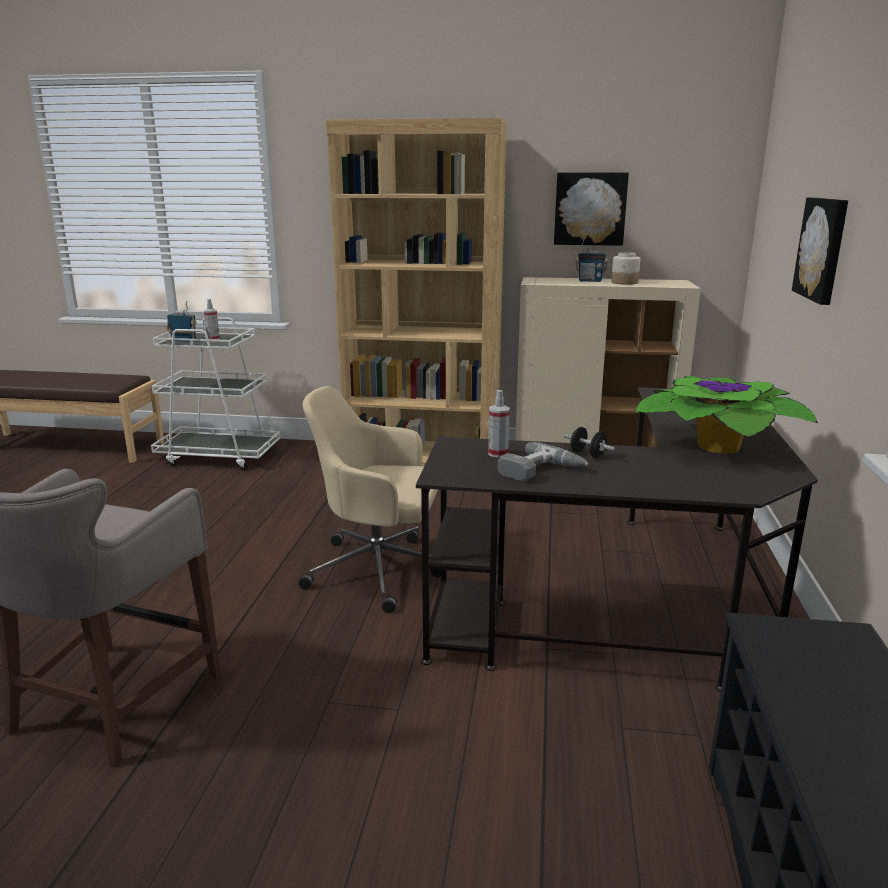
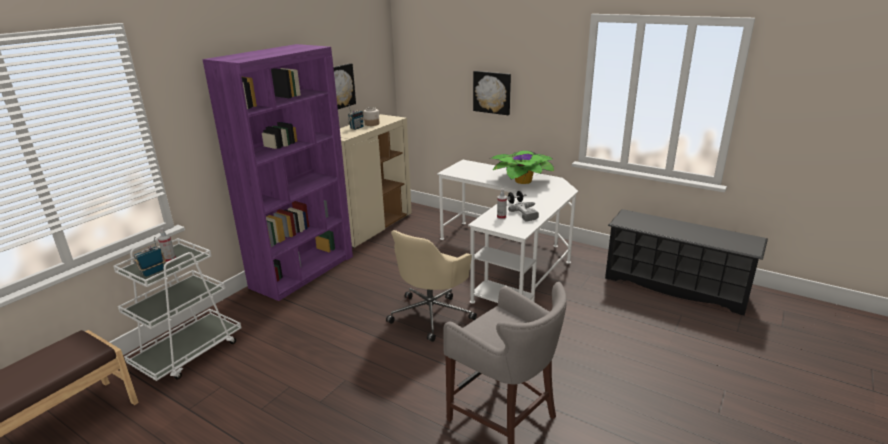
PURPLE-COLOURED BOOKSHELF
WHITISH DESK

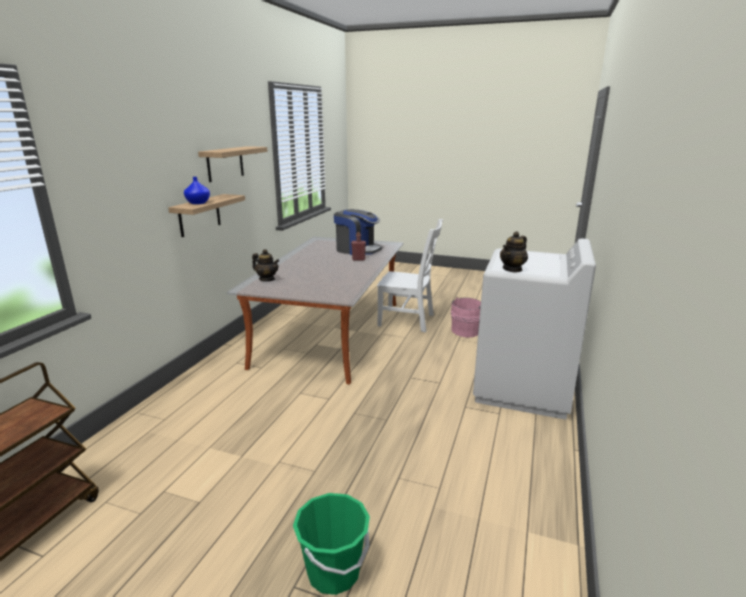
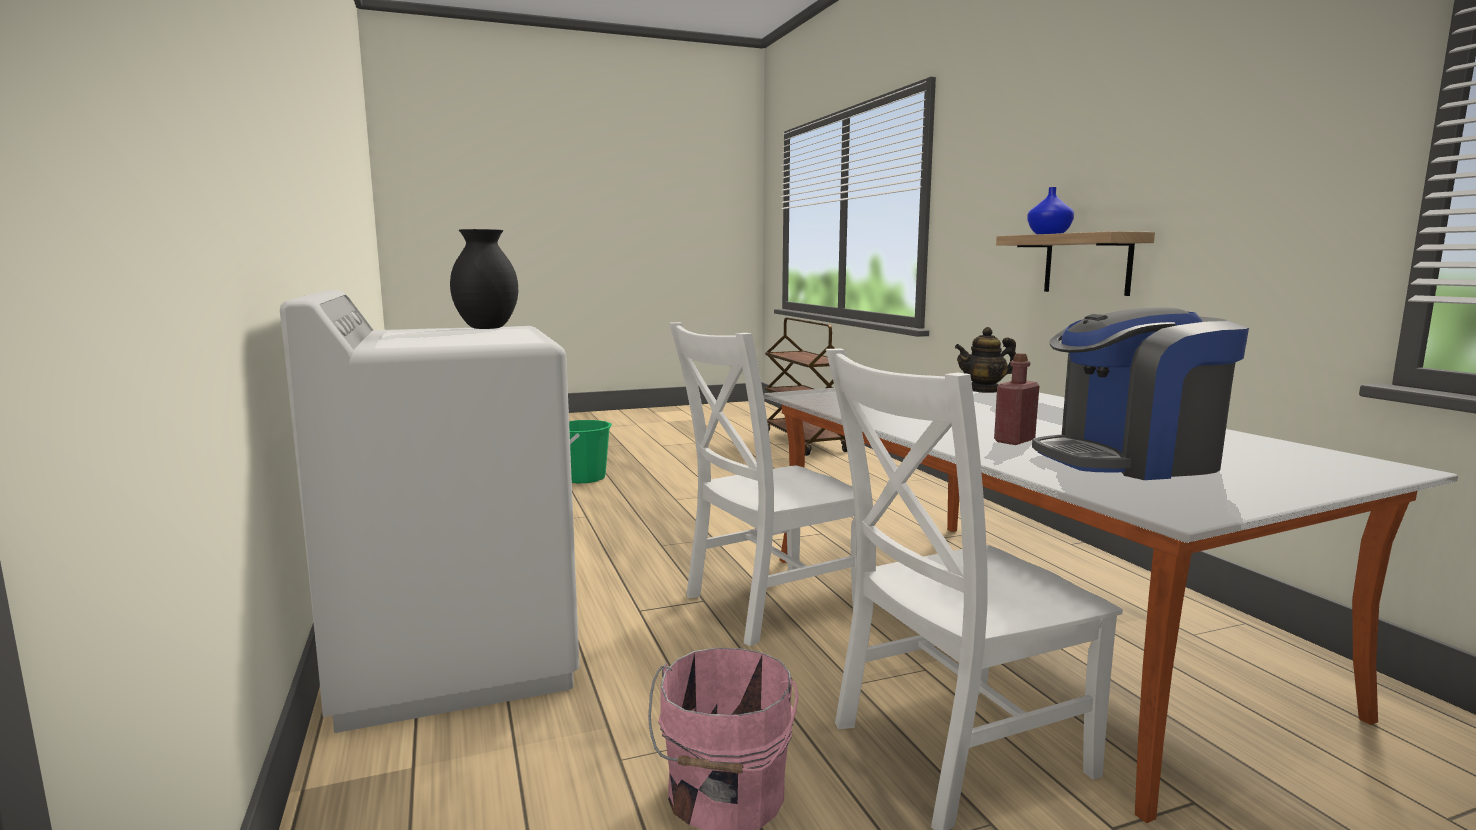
BRACKET SHELF (2nd from left in the first image)
BLACK-COLOURED VASE
WHITISH UPRIGHT CHAIR (1st from left)

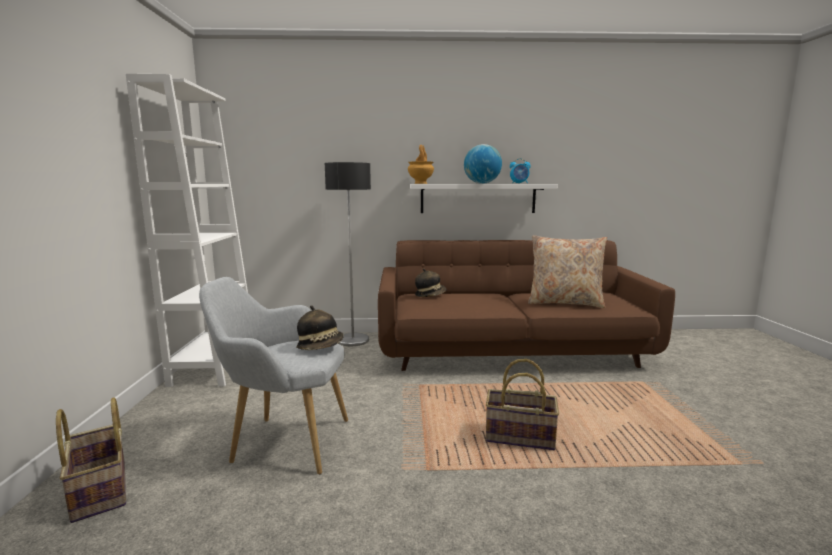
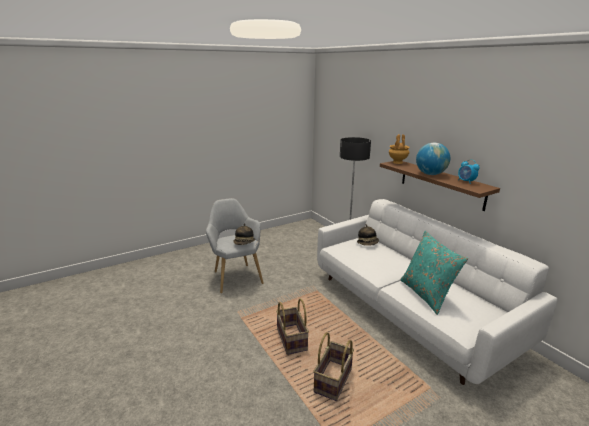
WHITISH BOOKSHELF
BROWN BRACKET SHELF
TURQUOISE-COLOURED THROW PILLOW
WHITISH SOFA
HOUSEHOLD BASKET (2nd from left)

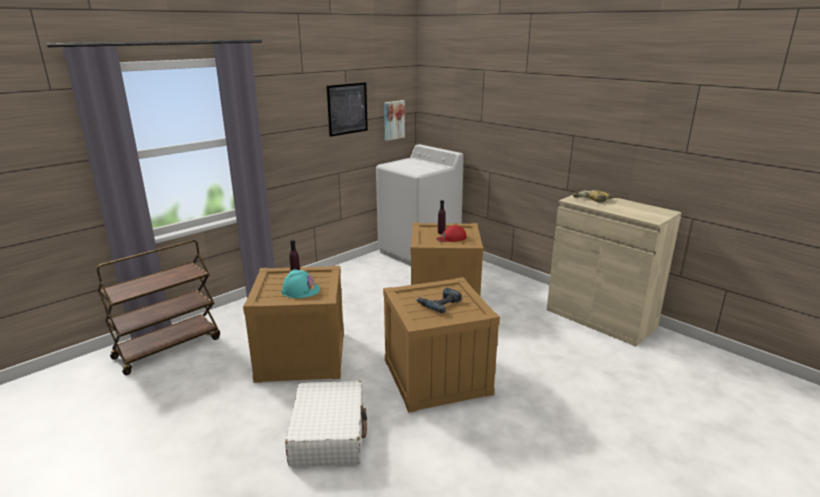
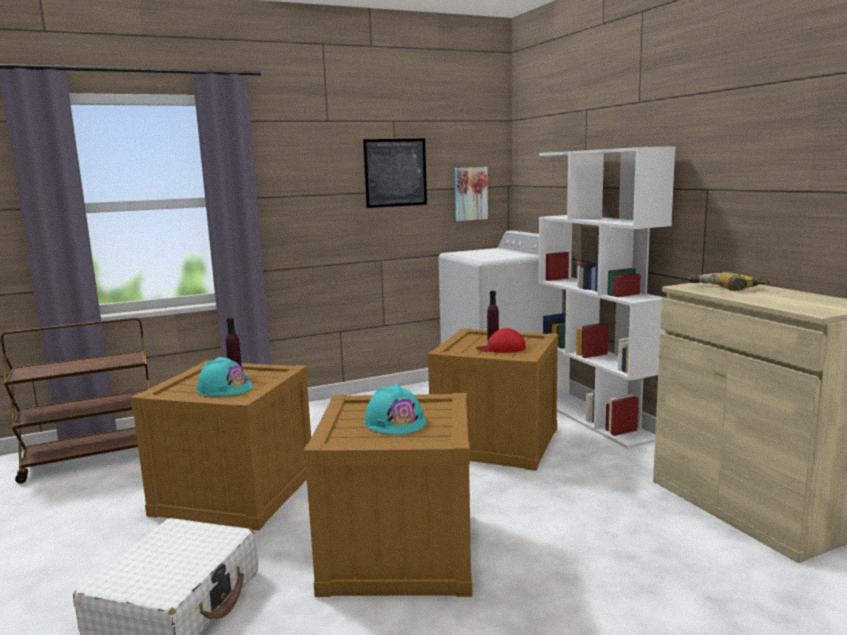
TURQUOISE-COLOURED SAFETY HELMET (2nd from left)
WHITISH BOOKSHELF

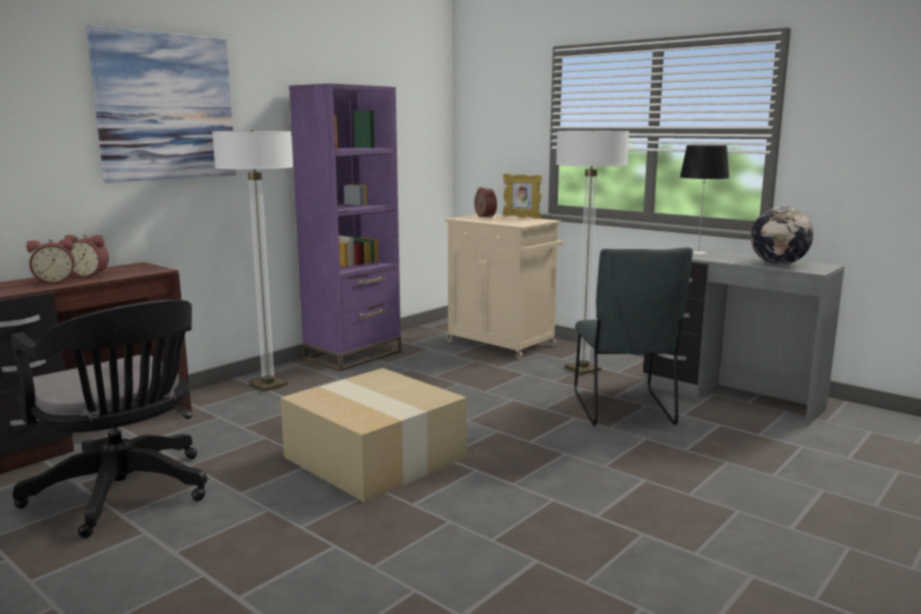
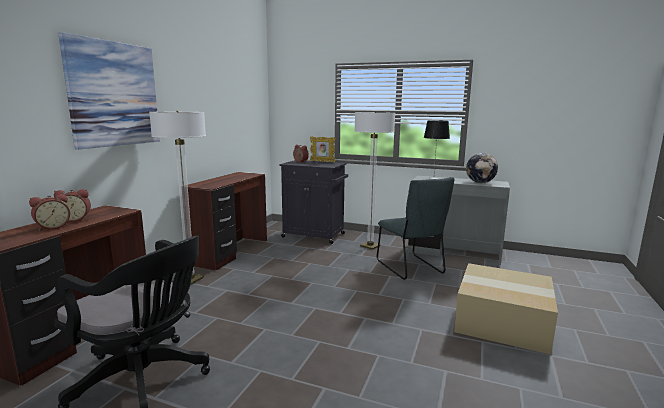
BROWN DESK (2nd from left)
BLACK-COLOURED CABINET
CARTON

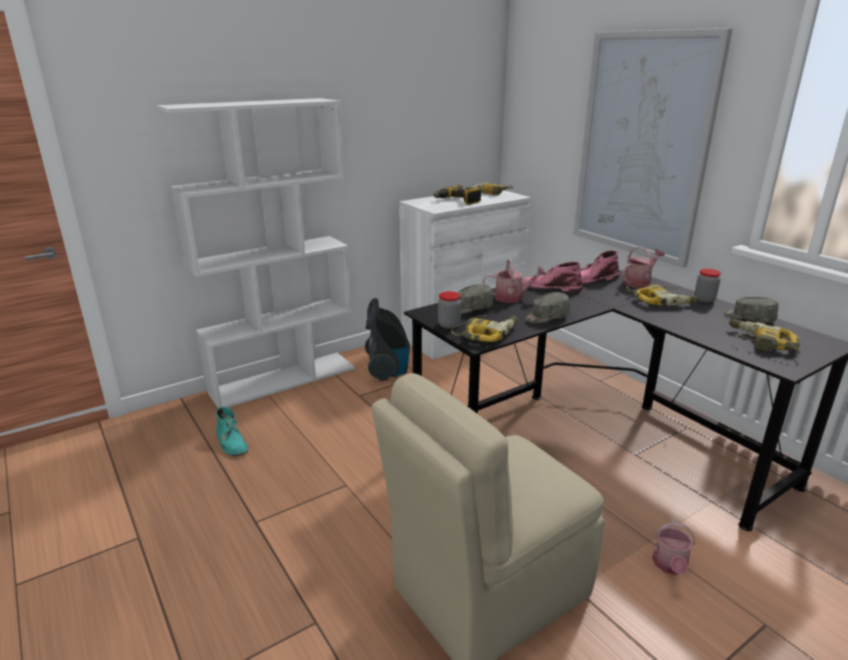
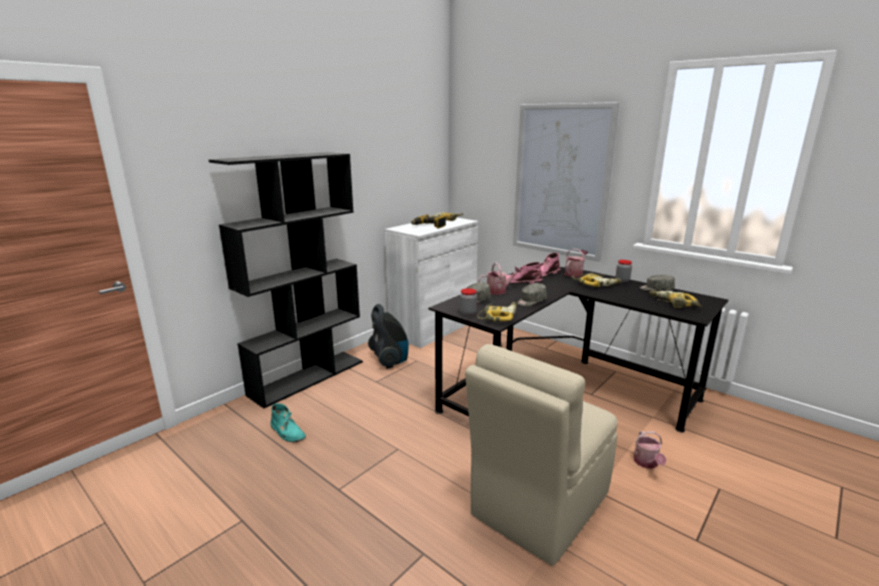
BLACK-COLOURED BOOKSHELF

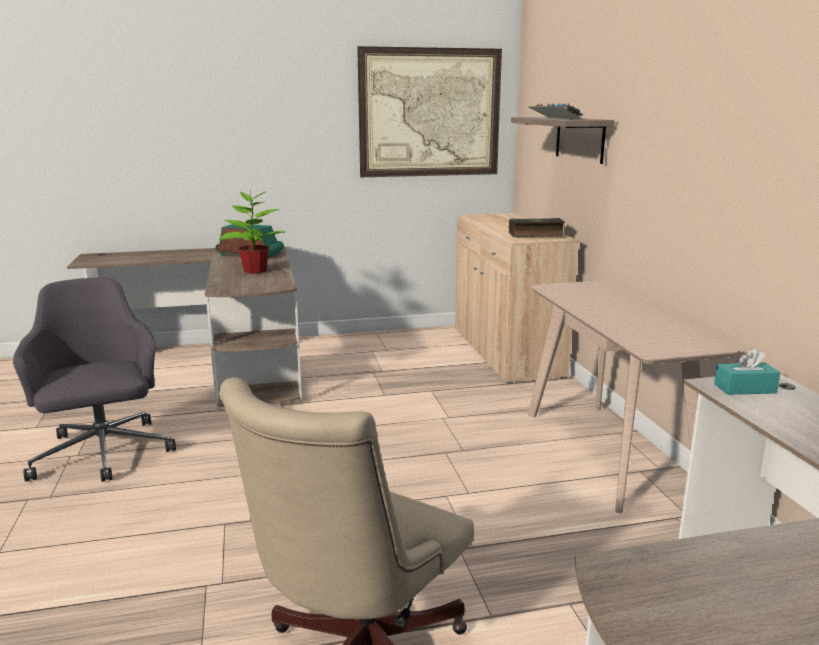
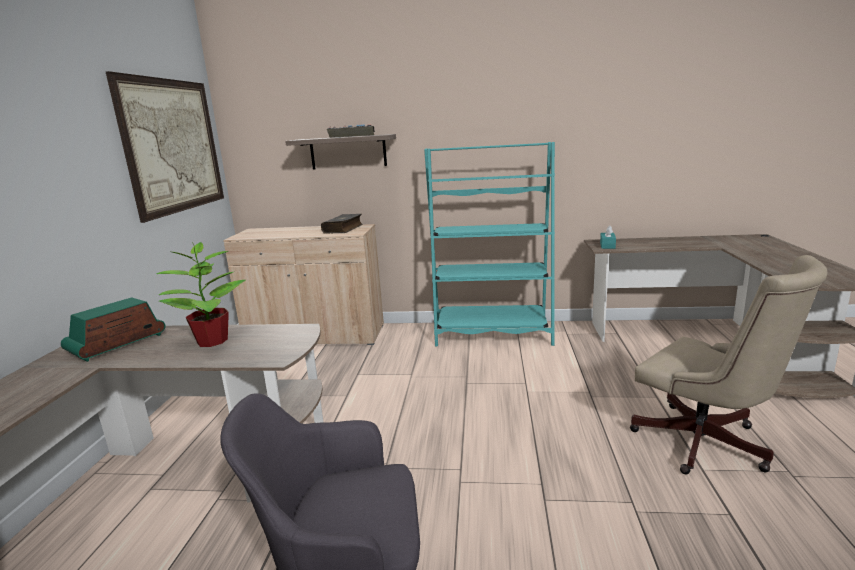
TURQUOISE-COLOURED BOOKSHELF

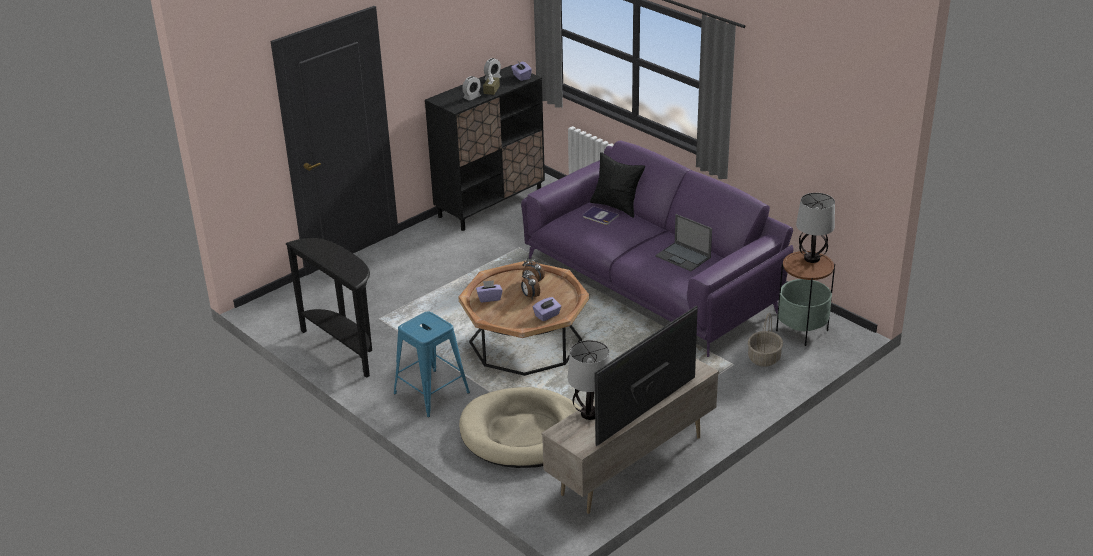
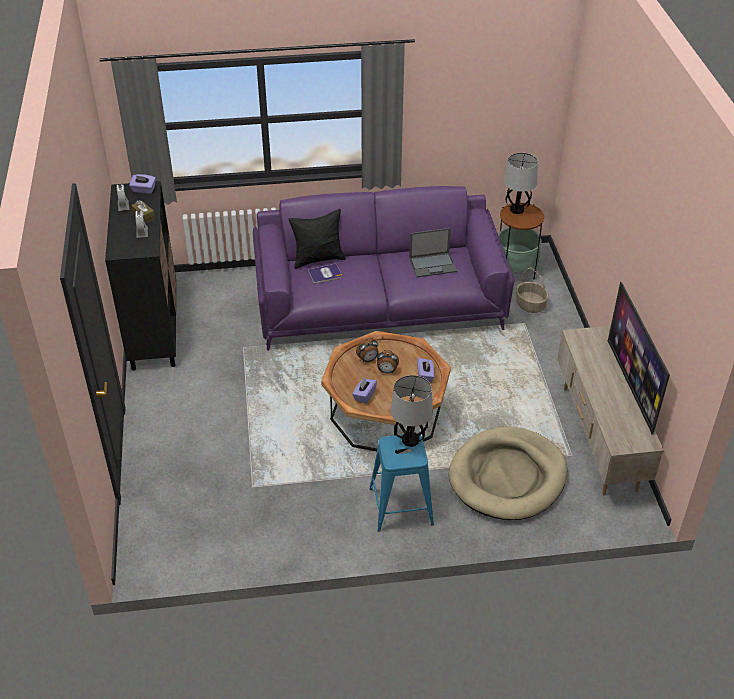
BLACK-COLOURED HALL TABLE
TABLETOP LAMP (1st from left)

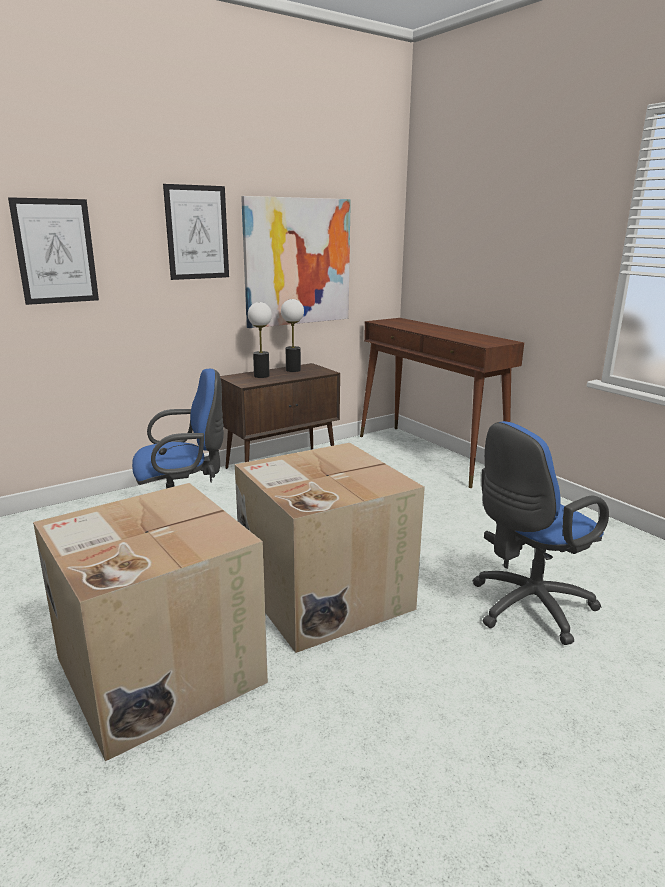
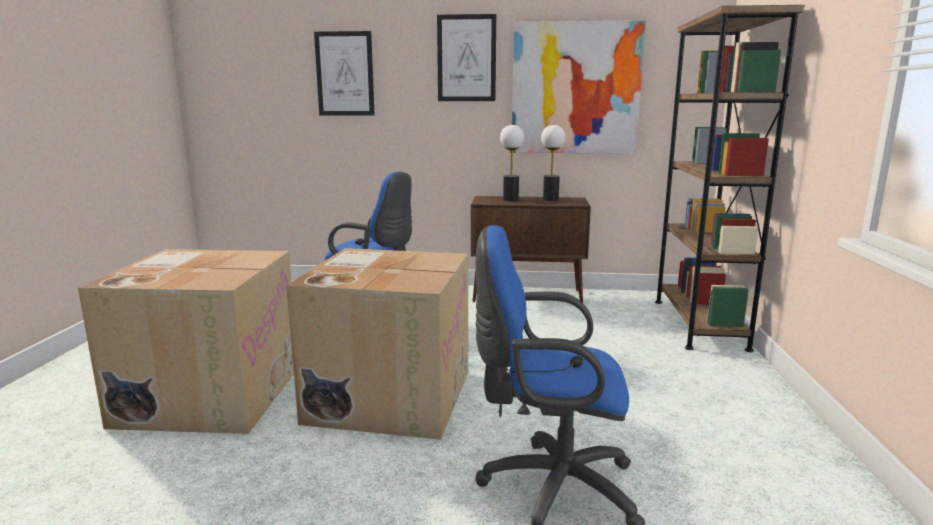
BROWN BOOKSHELF

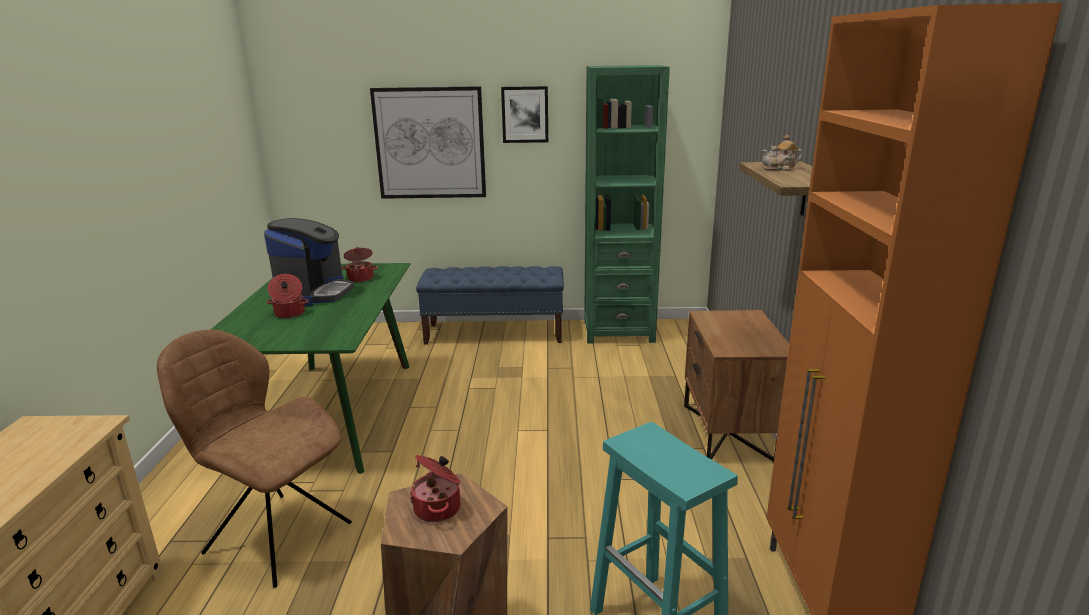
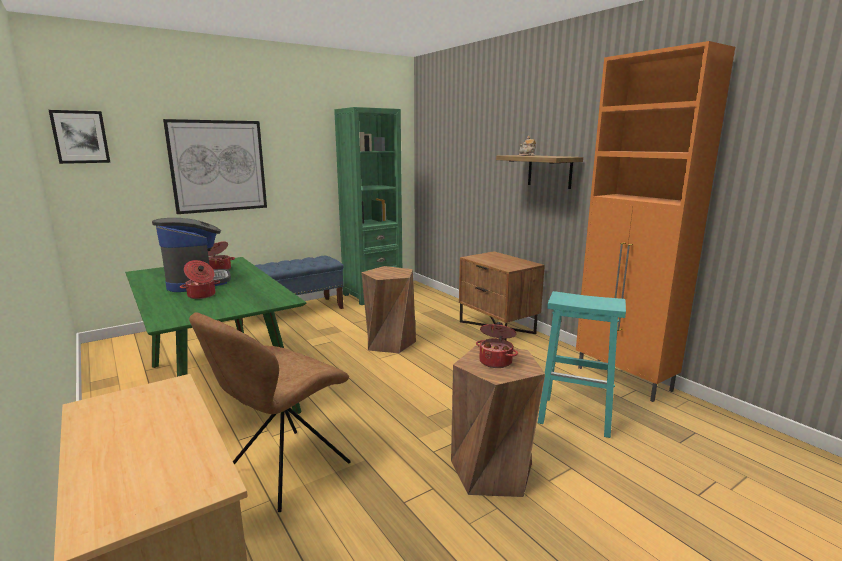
WALL PICTURE (1st from left)
BROWN UPRIGHT CHAIR
BROWN STOOL (1st from left)

